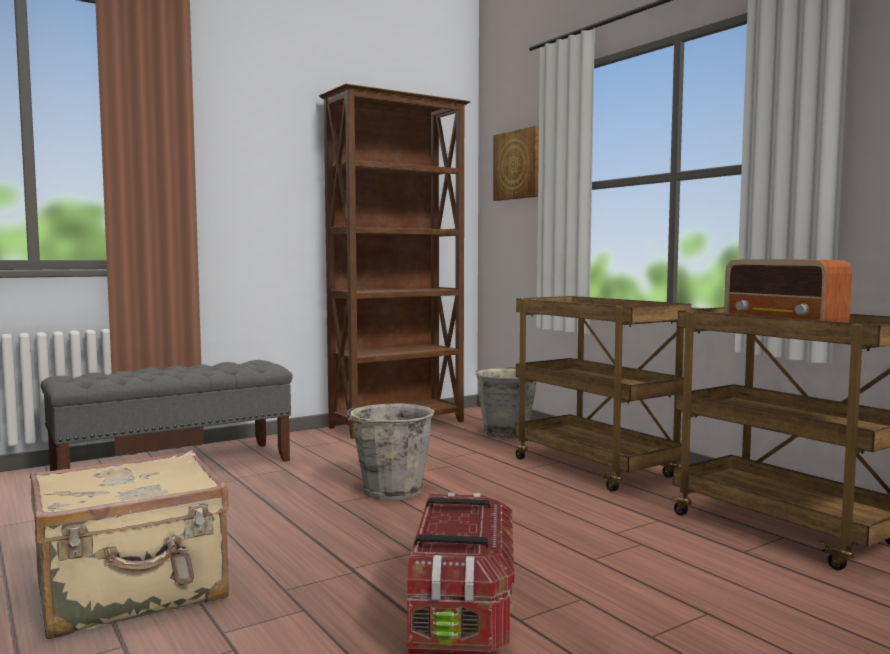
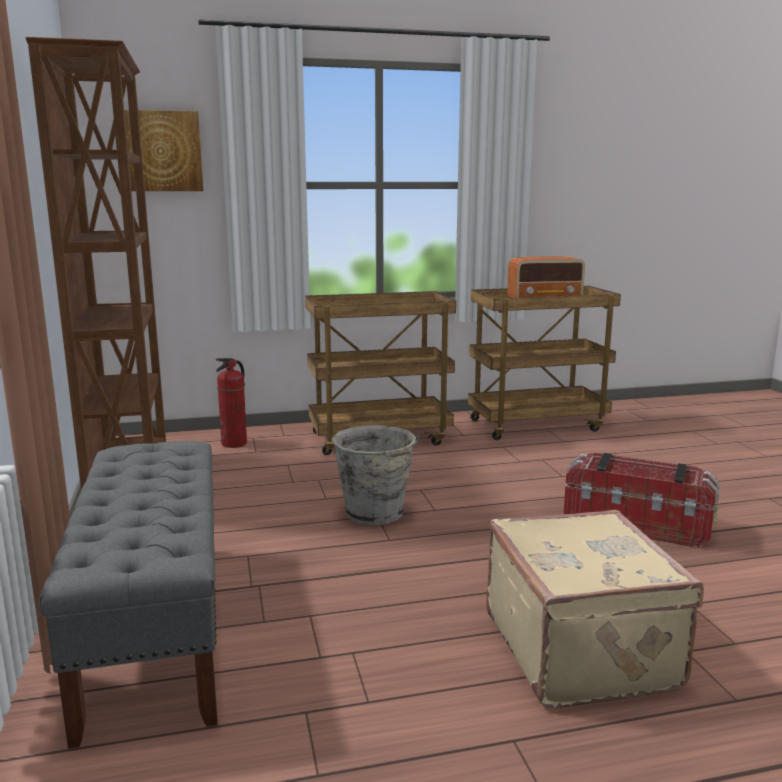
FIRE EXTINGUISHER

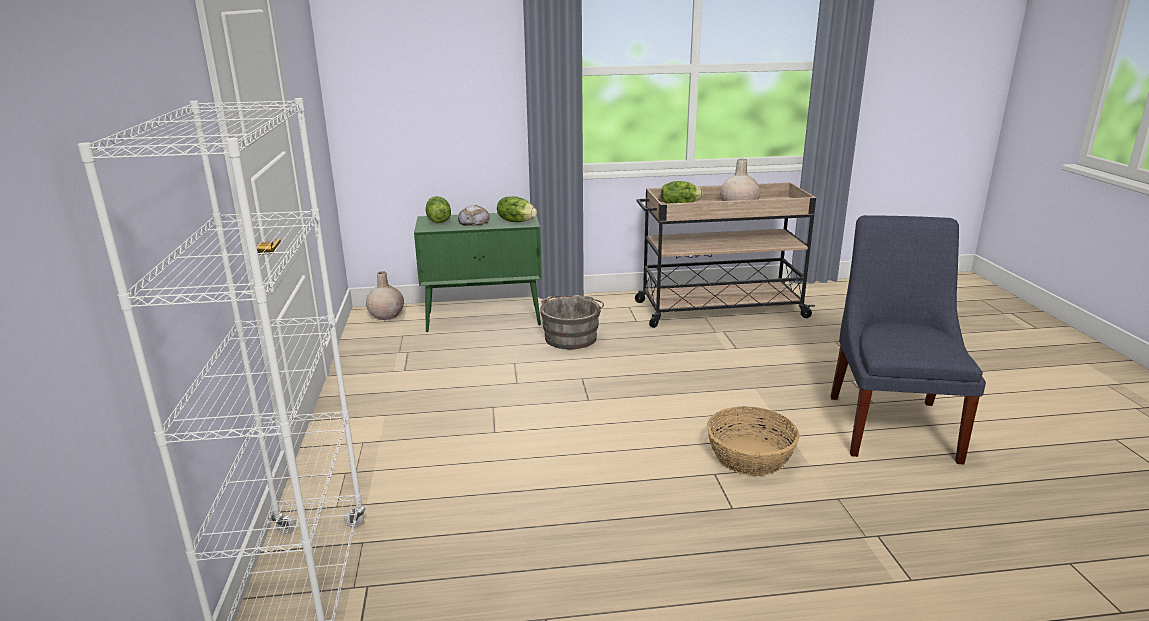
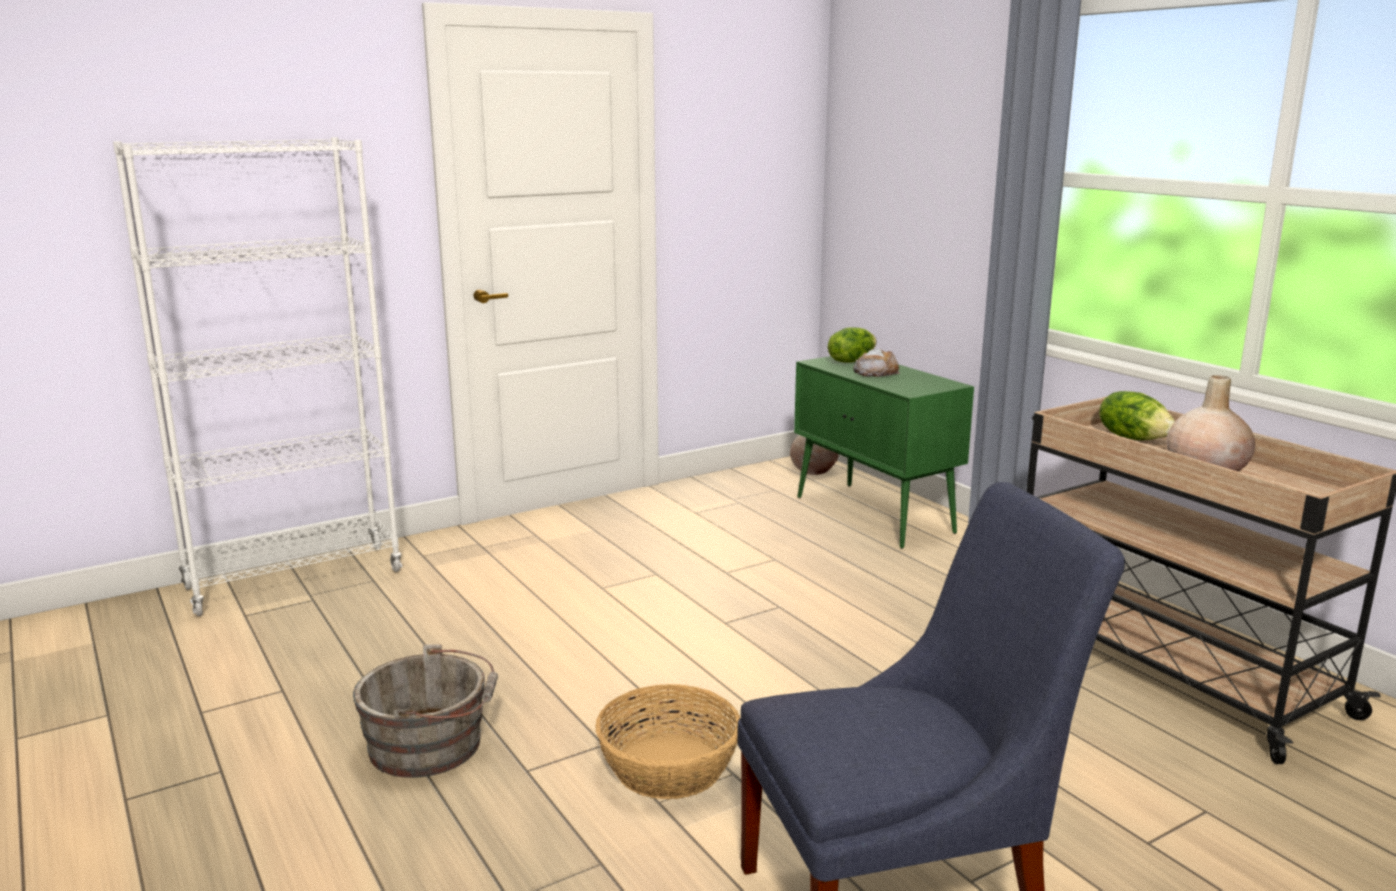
LETTUCE (2nd from left in the first image)
GREYISH BUCKET

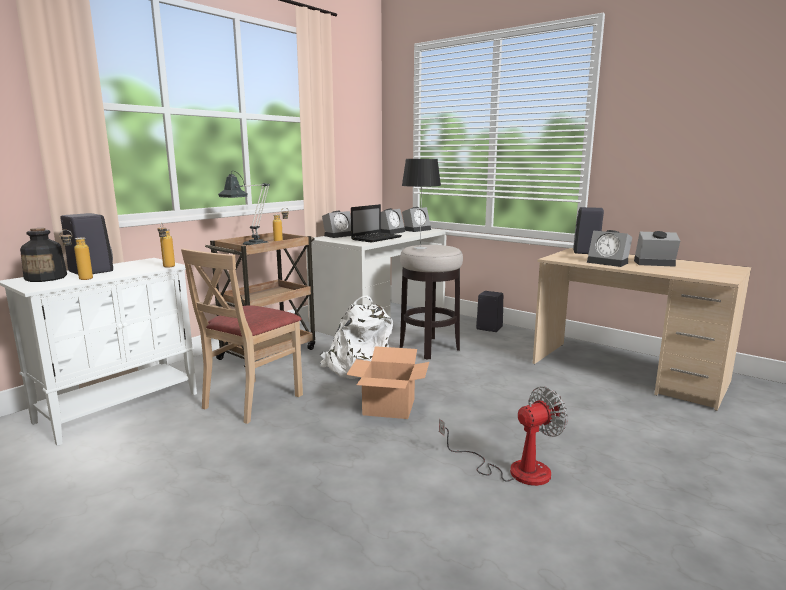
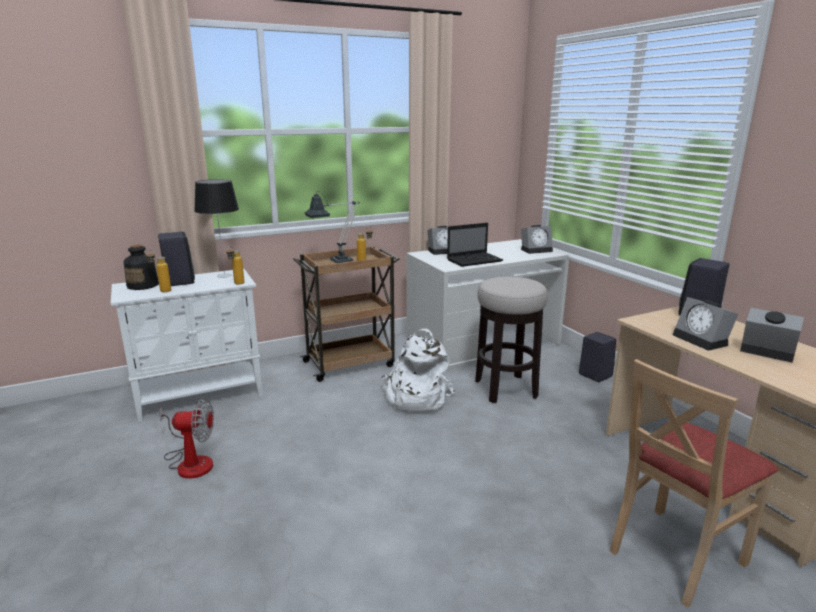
TABLETOP LAMP (1st from left)
ALARM CLOCK (2nd from left in the first image)
BEIGE UPRIGHT CHAIR
CARTON
ELECTRIC FAN

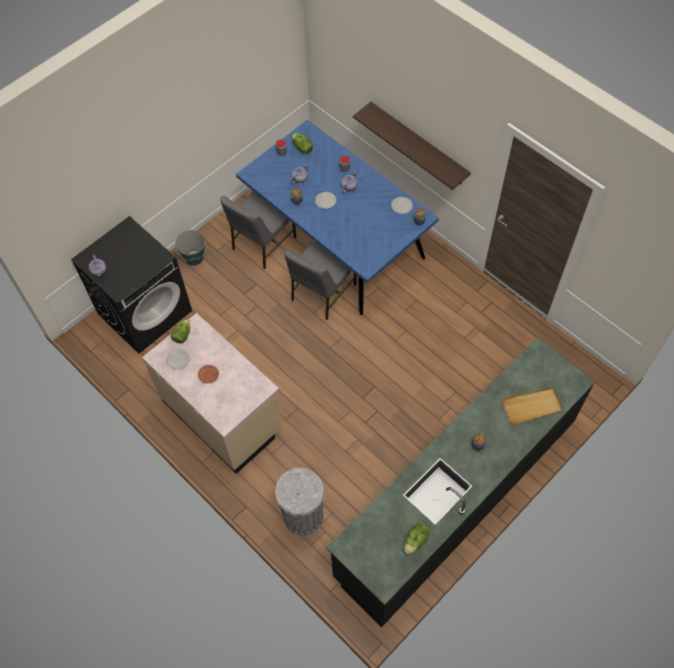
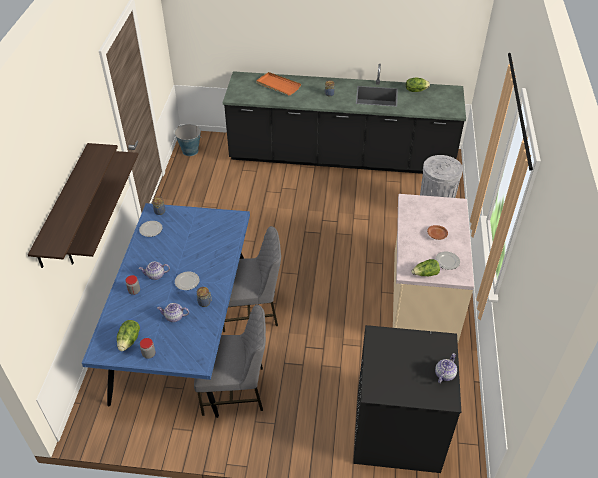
BUCKET
ORANGEY CARRYING TRAY
BRACKET SHELF (1st from left)

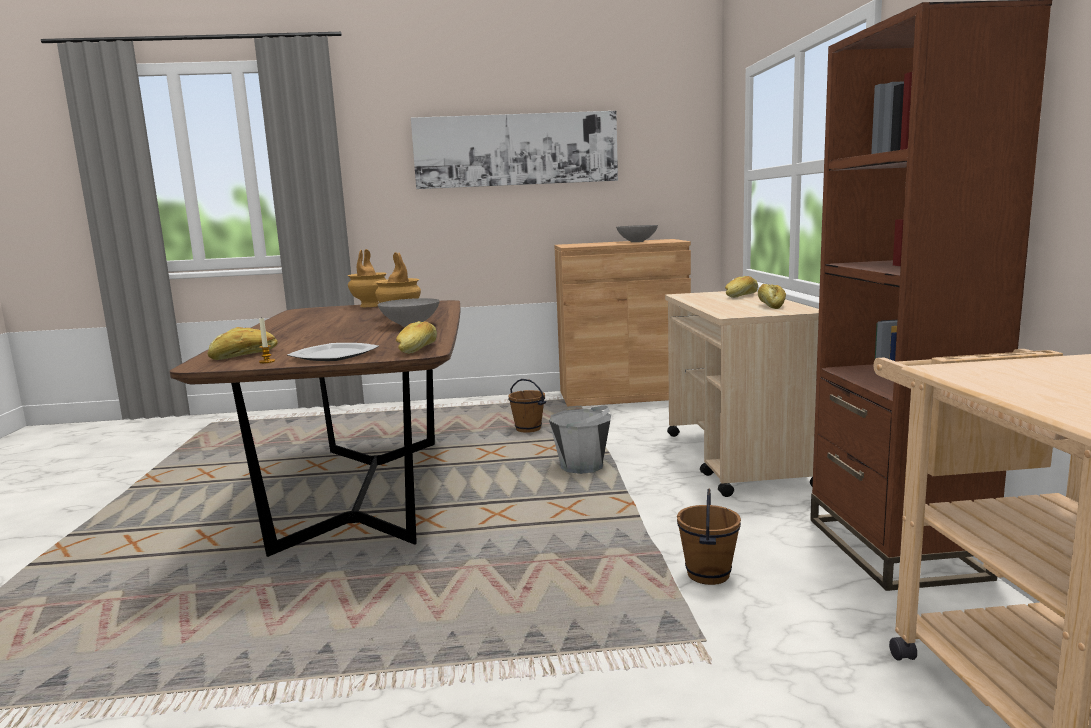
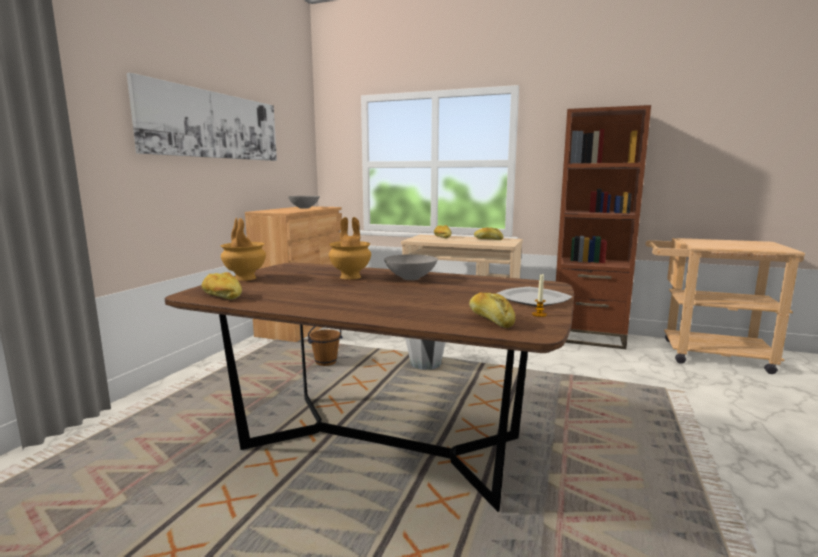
BAKERY BREAD (1st from left)
BROWN BUCKET (2nd from left in the first image)

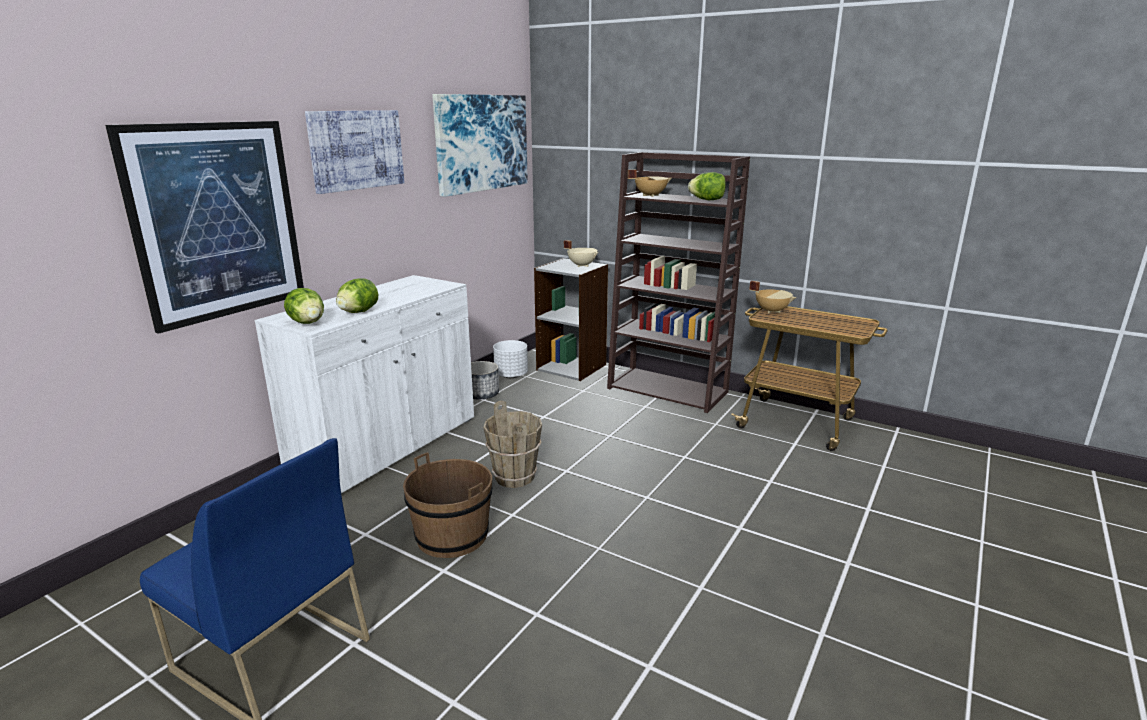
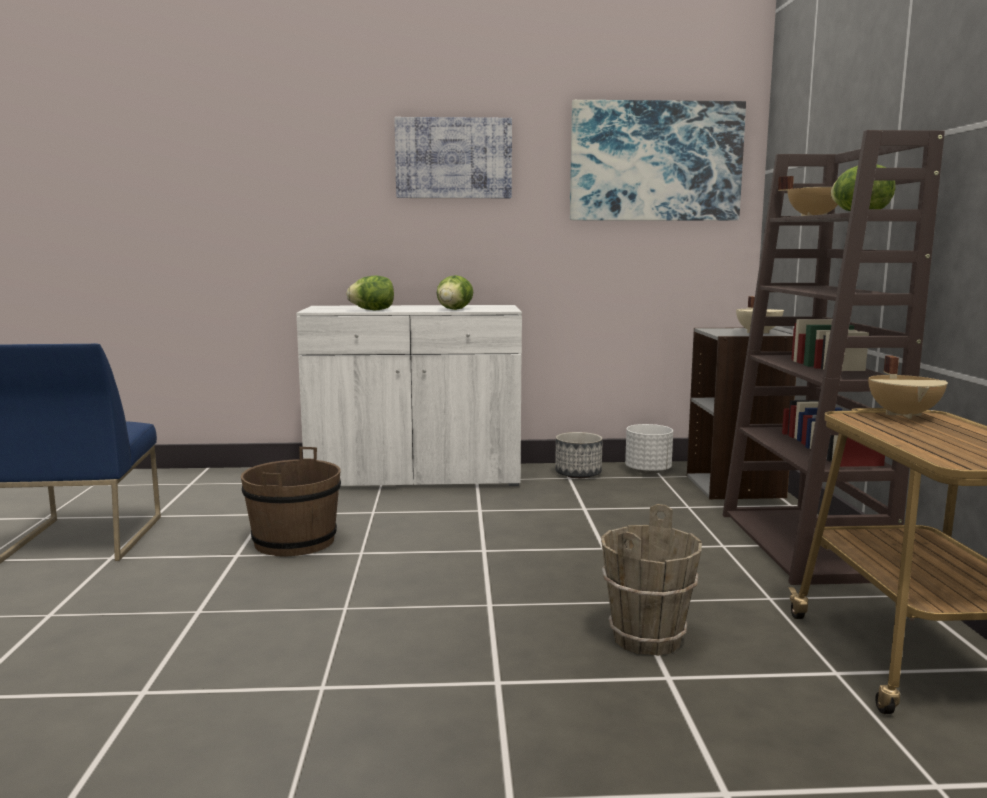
WALL PICTURE (1st from left in the first image)
LETTUCE (2nd from left)
BROWN BUCKET (2nd from left)

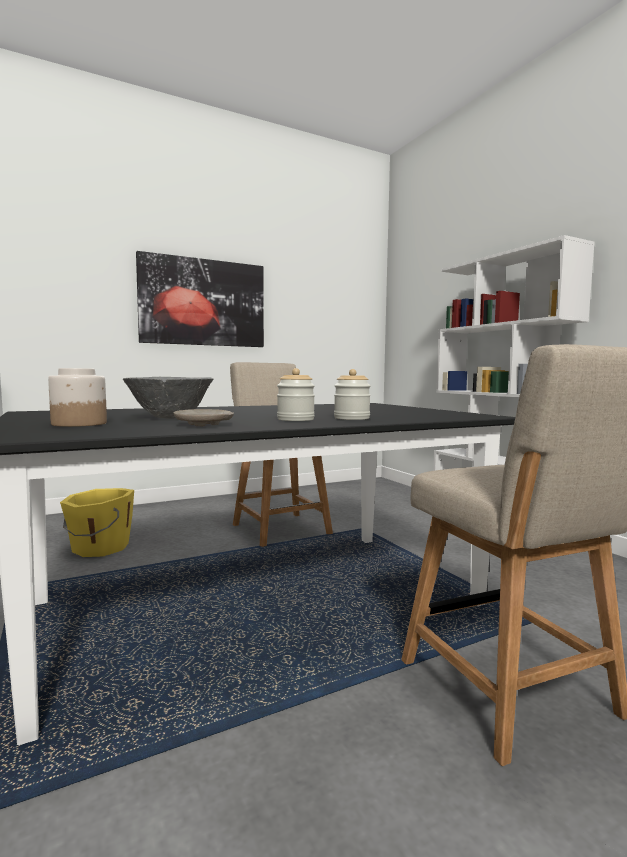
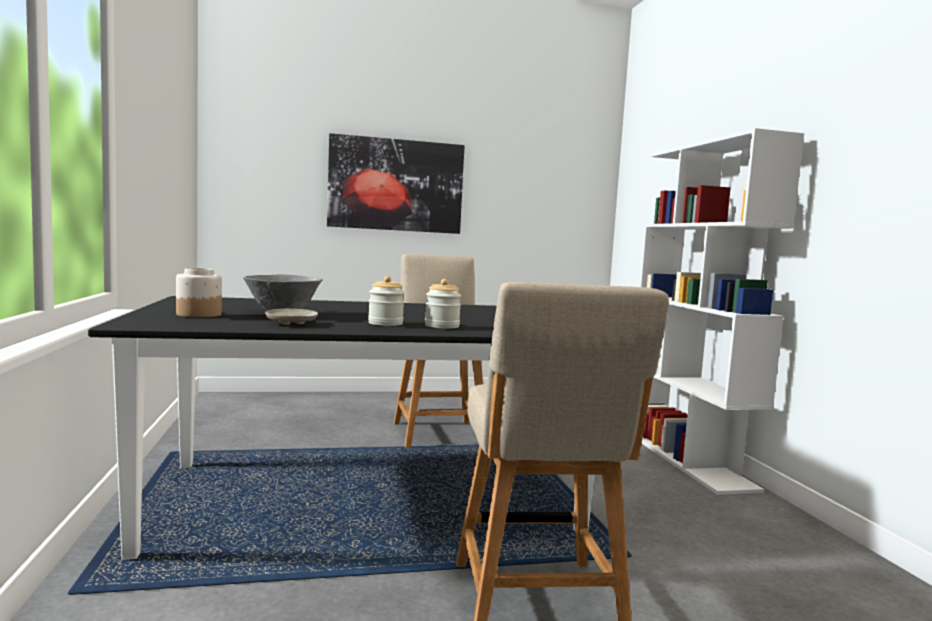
YELLOW-COLOURED BUCKET

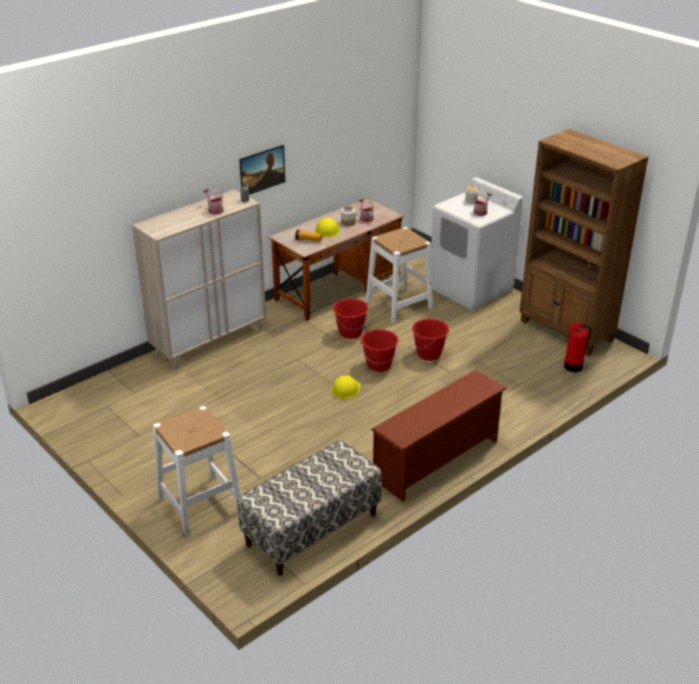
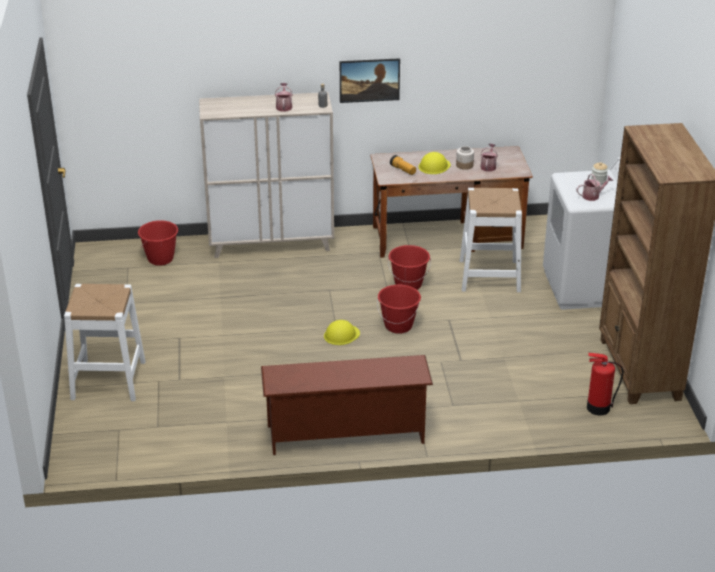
RED-COLOURED BUCKET (1st from left)
BENCH

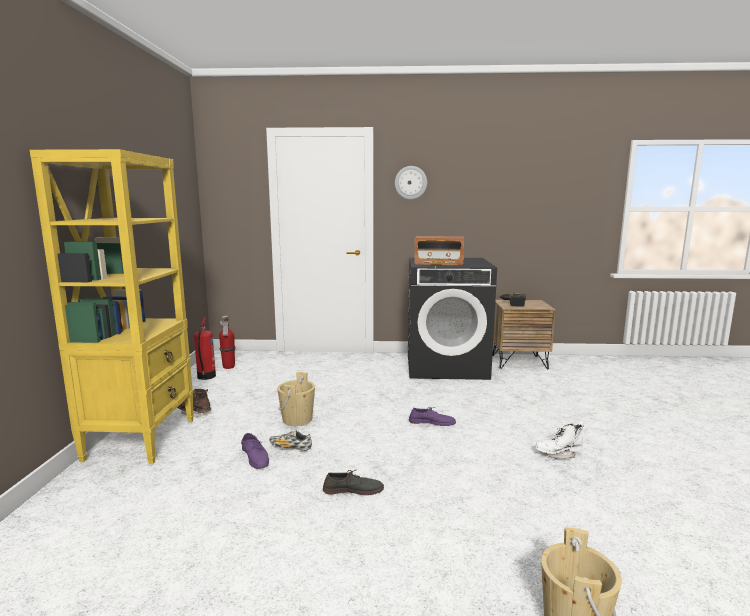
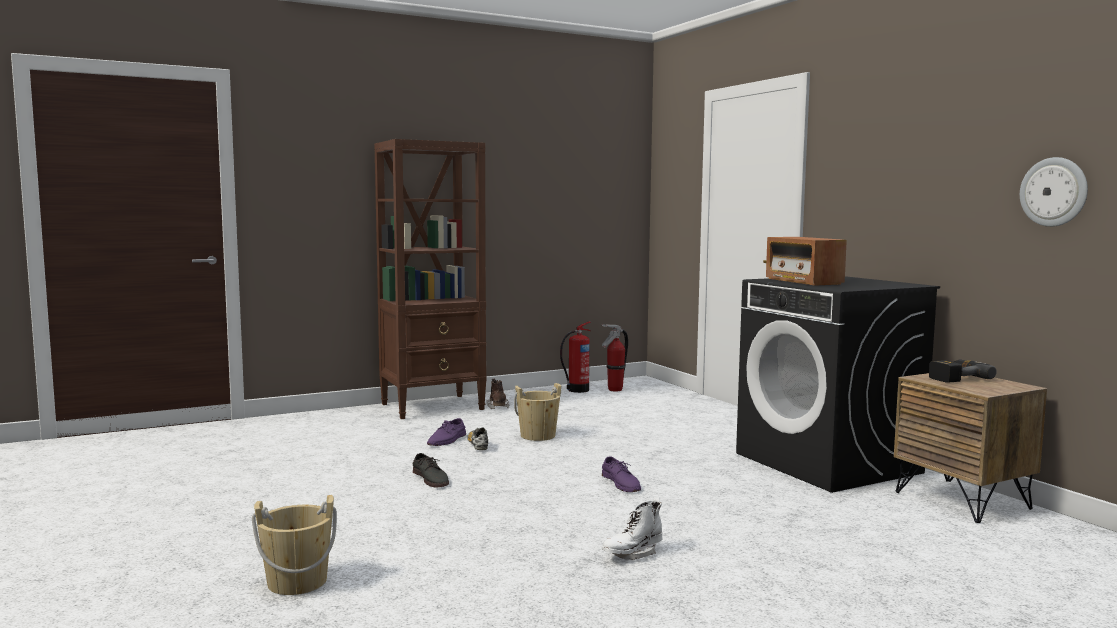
BROWN BOOKSHELF
HANGING CLOCK
WHITISH HIGH-TOP BOOT

